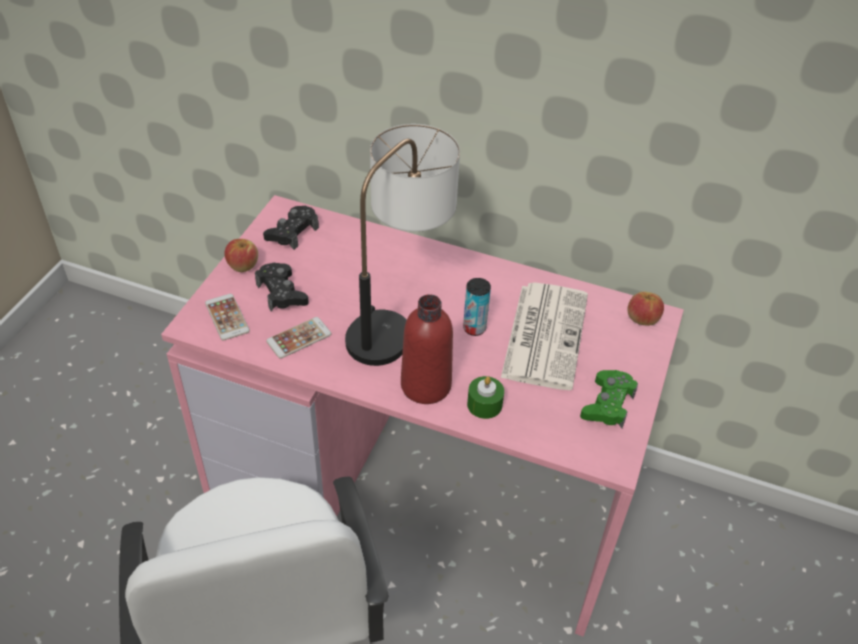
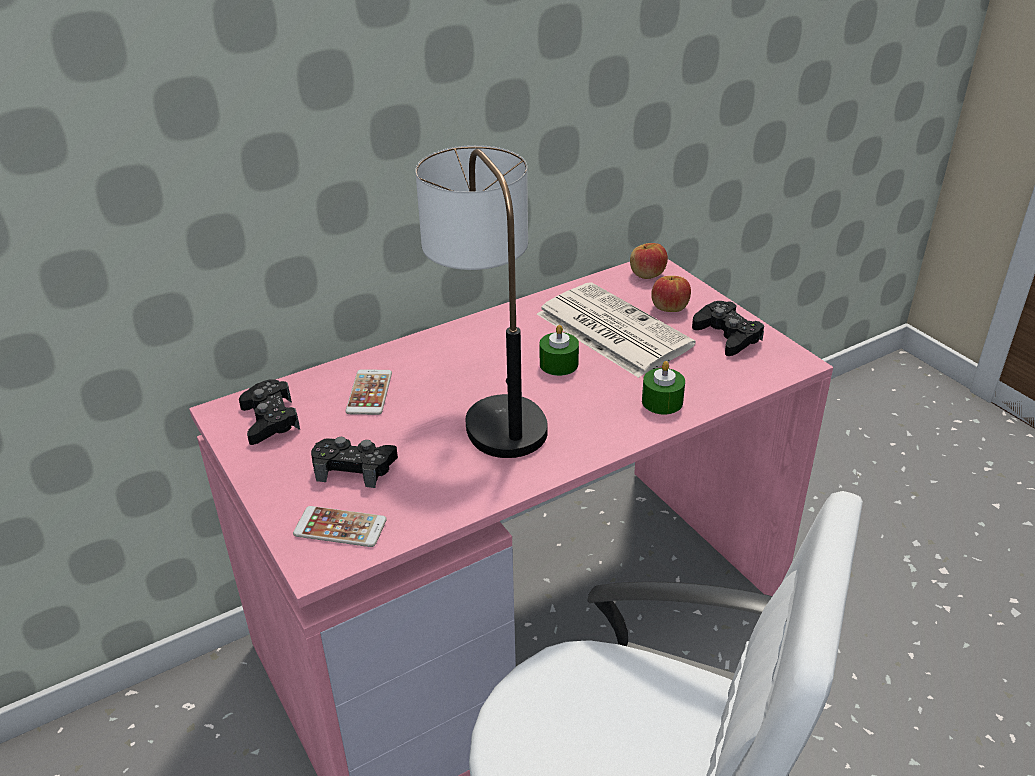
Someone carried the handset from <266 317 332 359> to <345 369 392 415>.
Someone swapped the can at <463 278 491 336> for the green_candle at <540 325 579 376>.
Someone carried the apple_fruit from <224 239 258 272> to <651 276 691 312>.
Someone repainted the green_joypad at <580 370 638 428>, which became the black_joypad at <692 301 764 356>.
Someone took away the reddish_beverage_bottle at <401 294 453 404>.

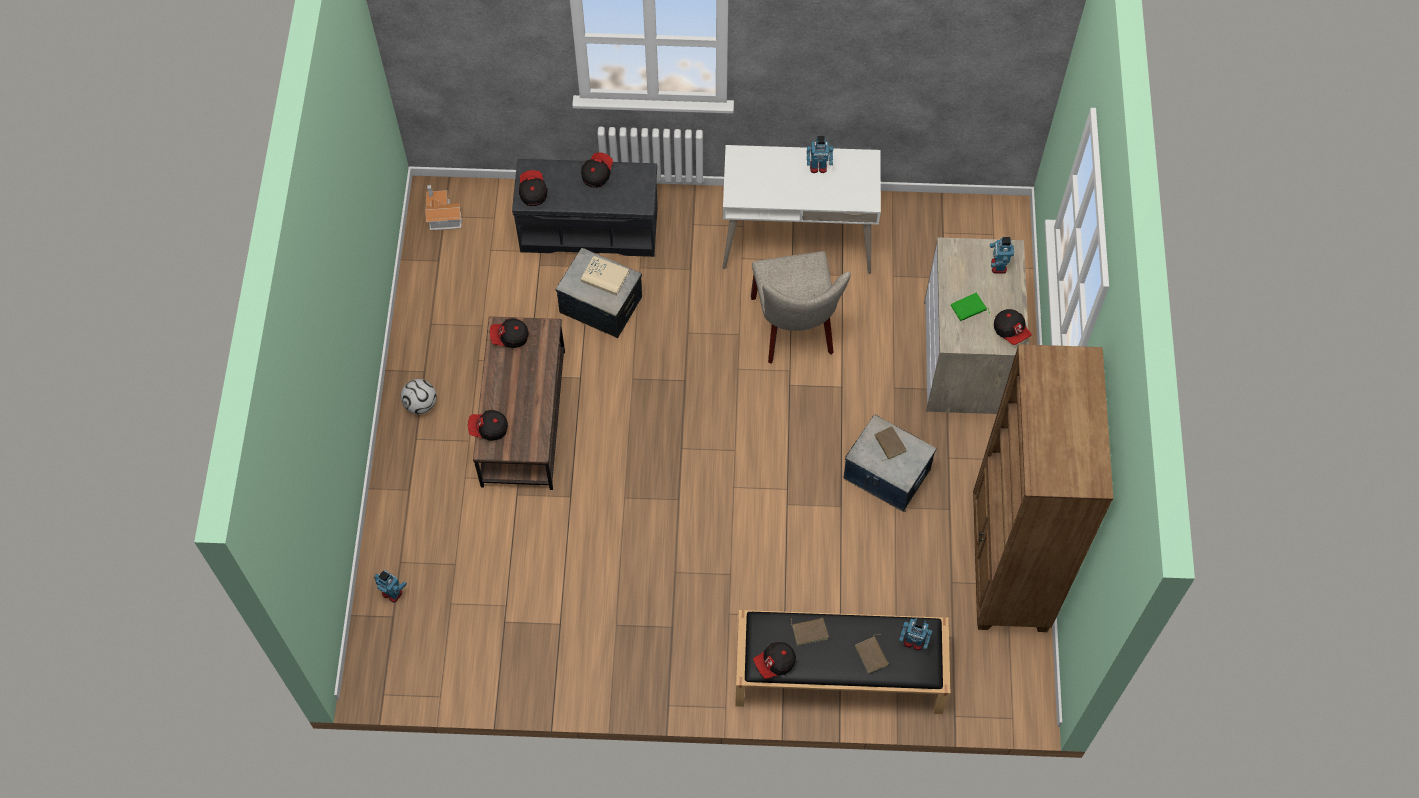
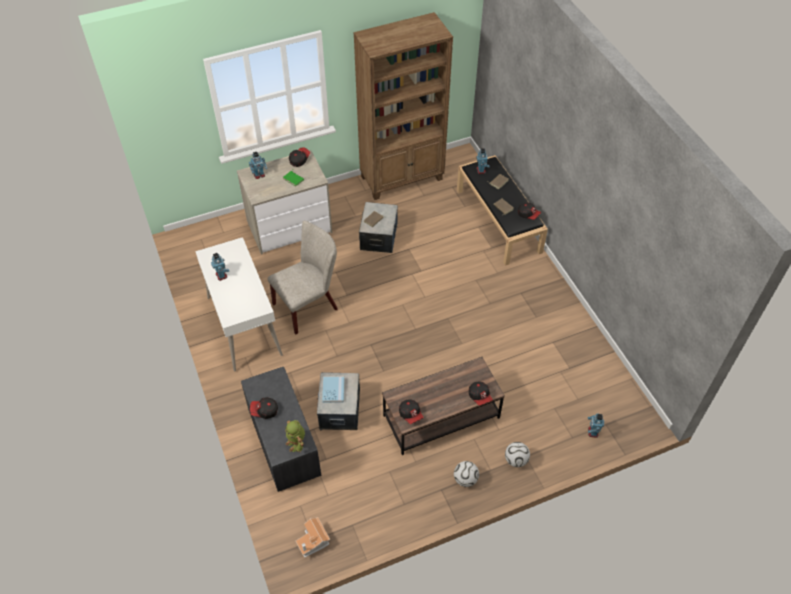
Someone swapped the peaked_cap at <519 170 547 206> for the robot_figure at <285 420 305 453>.
Someone repainted the sand-coloured_bound_book at <581 256 629 296>, which became the blue-coloured_bound_book at <322 377 344 403>.
Someone put down the football at <505 442 530 467>.

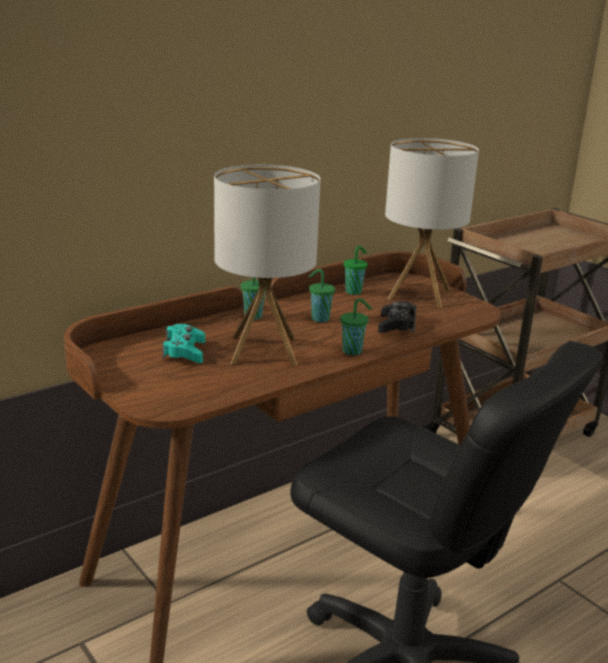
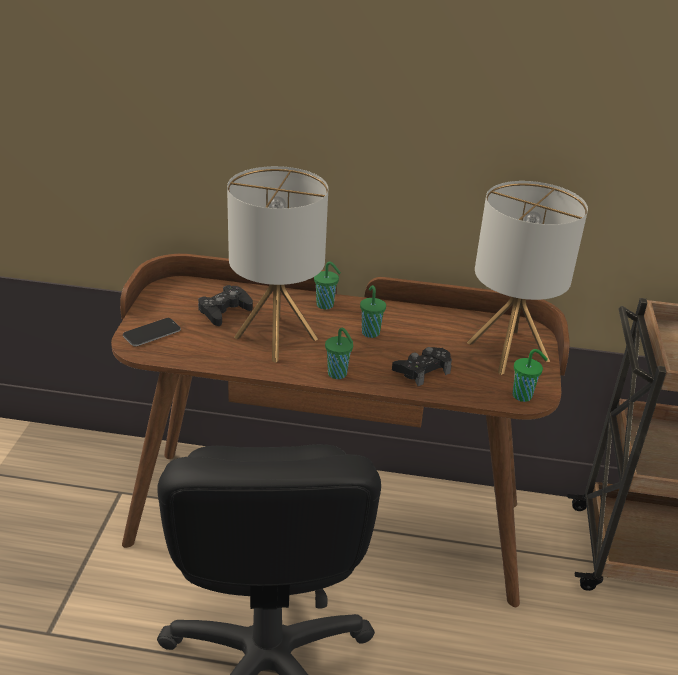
Someone put down the handset at <123 318 181 346>.
Someone repainted the turquoise_joypad at <162 324 205 363>, which became the black_joypad at <198 285 253 326>.
Someone carried the green_small_cup from <344 246 367 295> to <513 349 548 402>.

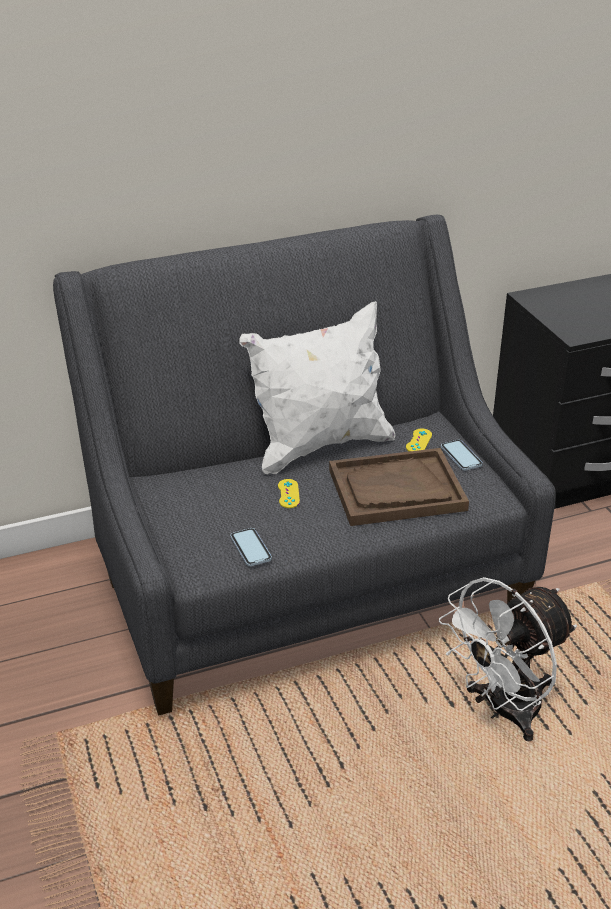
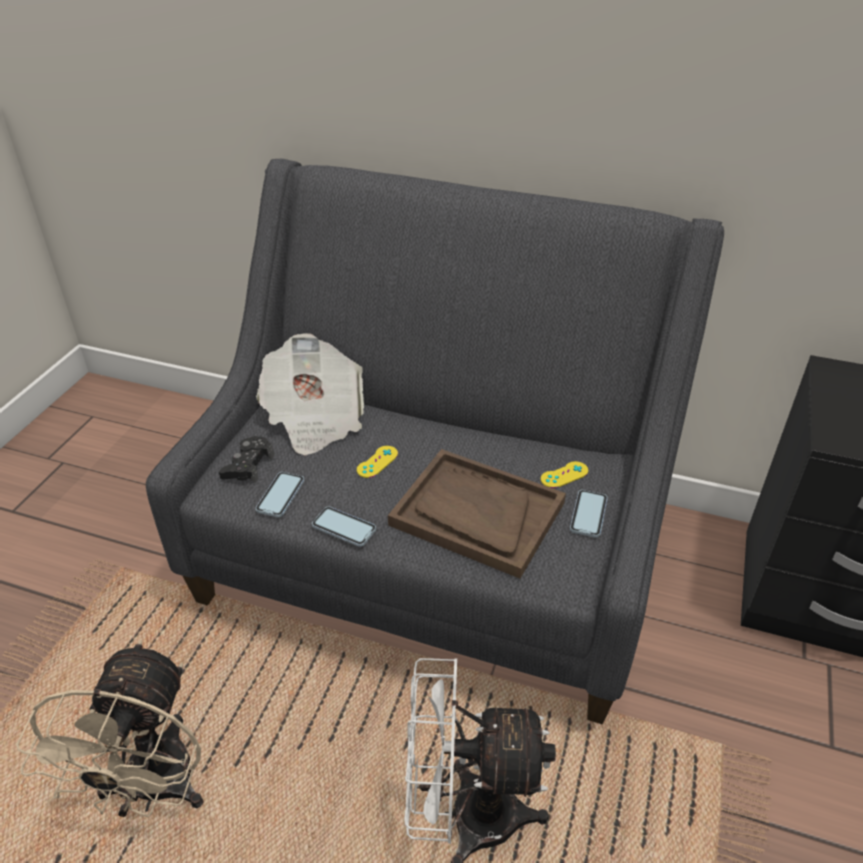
Someone put down the sand-coloured_cooling_fan at <16 640 204 817>.
Someone put down the black_joypad at <219 436 274 483>.
Someone put down the newspaper at <256 333 364 455>.
Someone put down the handset at <312 507 376 547>.
Someone took away the whitish_cushion at <239 301 395 474>.

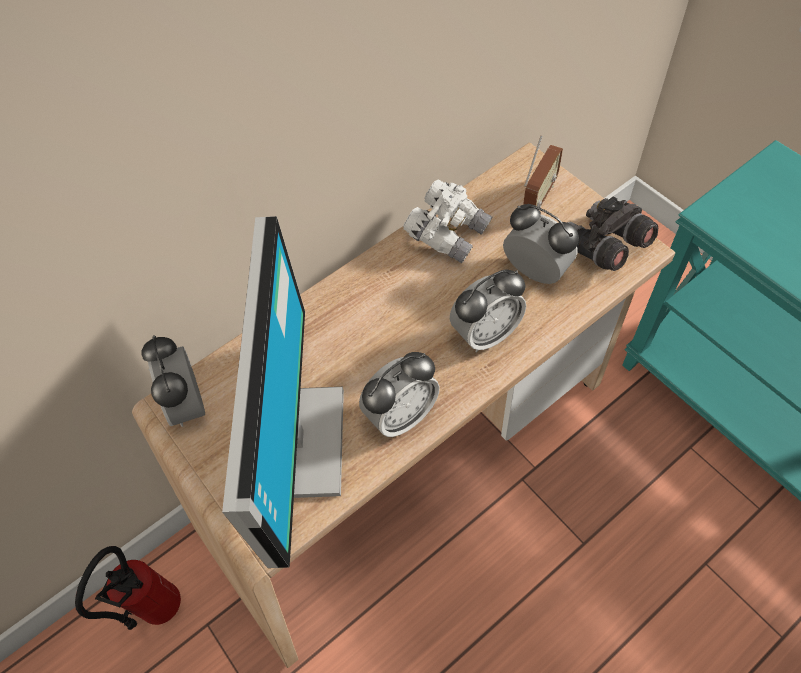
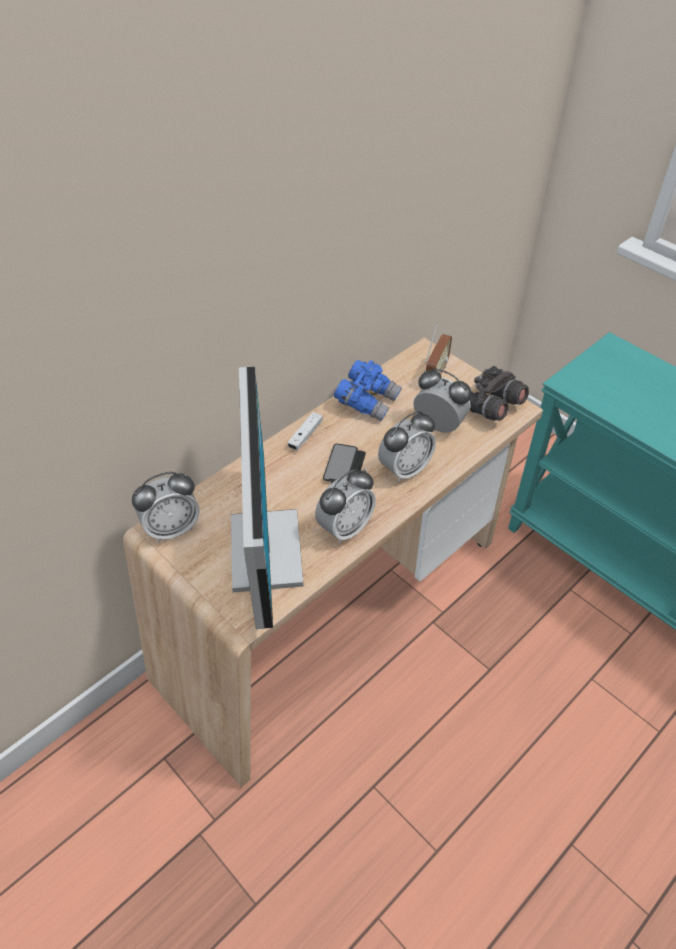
Someone rotated the table_clock at <141 335 205 427> by 90 degrees counterclockwise.
Someone put down the whitish_joypad at <287 412 323 450>.
Someone put down the handset at <323 443 366 484>.
Someone repainted the whitish_pair_of_binoculars at <403 180 492 263>, which became the blue-coloured_pair_of_binoculars at <334 360 402 421>.
Someone took away the fire-fighting_cylinder at <75 546 181 630>.

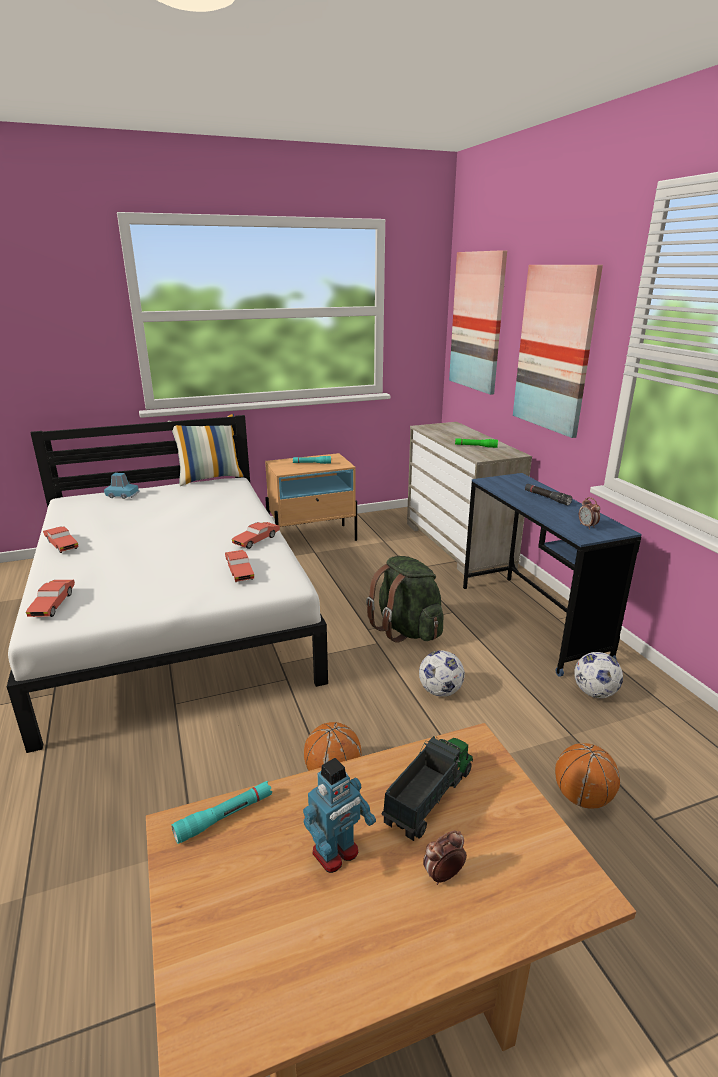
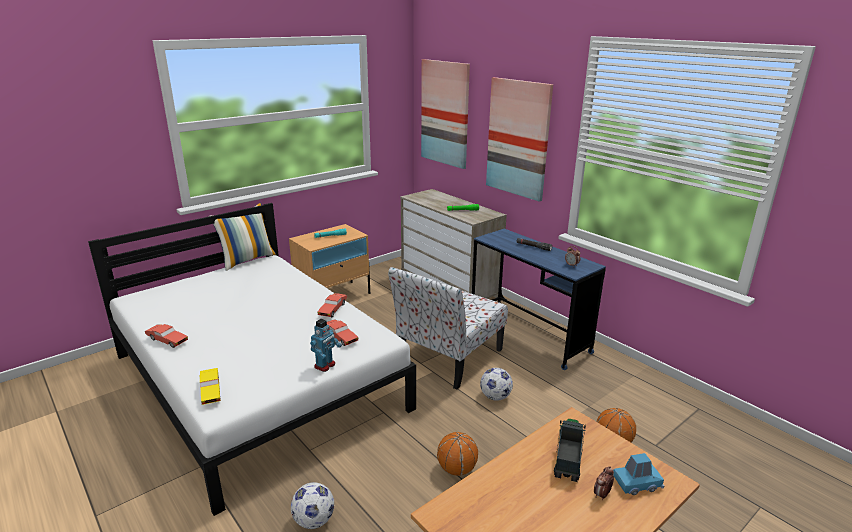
Someone repainted the reddish_toy_car at <26 580 75 617>, which became the yellowish_toy_car at <200 368 221 405>.
Someone carried the football from <574 652 623 698> to <291 482 334 529>.
Someone carried the robot_figure from <303 758 376 873> to <310 319 342 372>.
Someone swapped the green_knapsack at <366 556 443 643> for the chair at <388 267 508 390>.
Someone carried the blue-coloured_toy_car from <104 473 140 499> to <613 453 664 495>.
Someone took away the turquoise_torch at <171 781 272 844>.

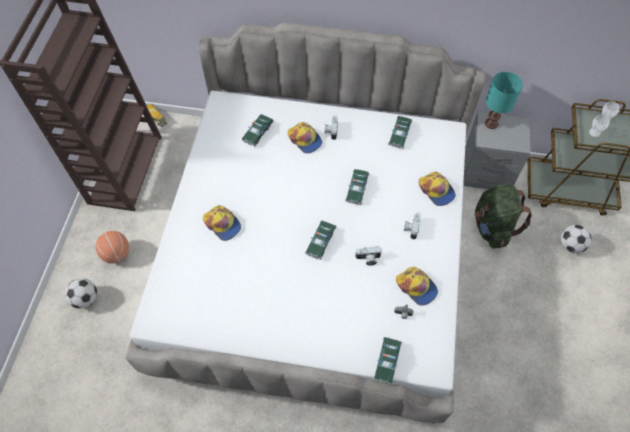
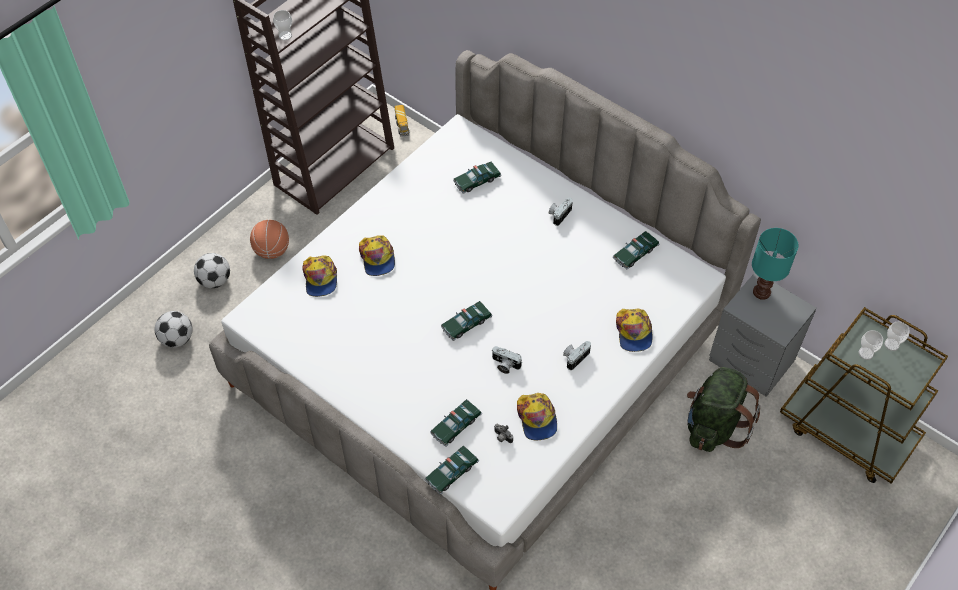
Someone carried the football from <560 225 592 253> to <154 311 193 348>.
Someone put down the small_cup at <273 10 292 40>.
Someone carried the peaked_cap from <288 122 322 154> to <302 255 337 297>.
Someone carried the toy_car from <345 169 370 205> to <430 399 482 447>.

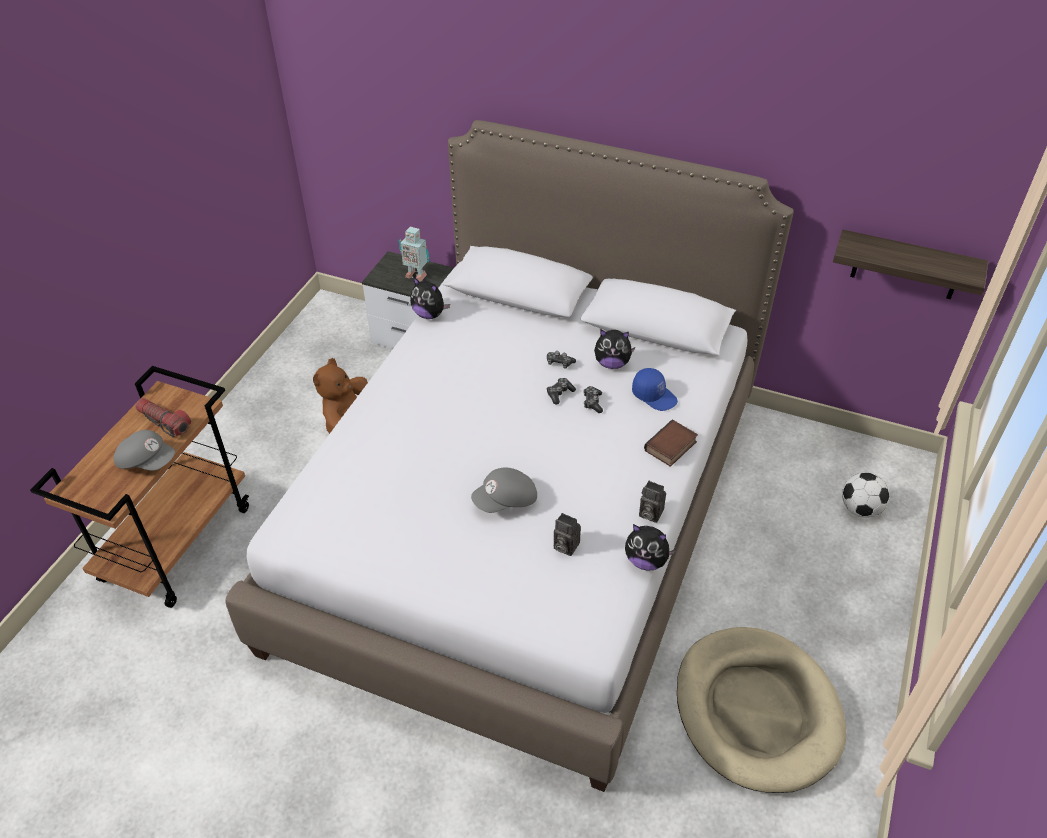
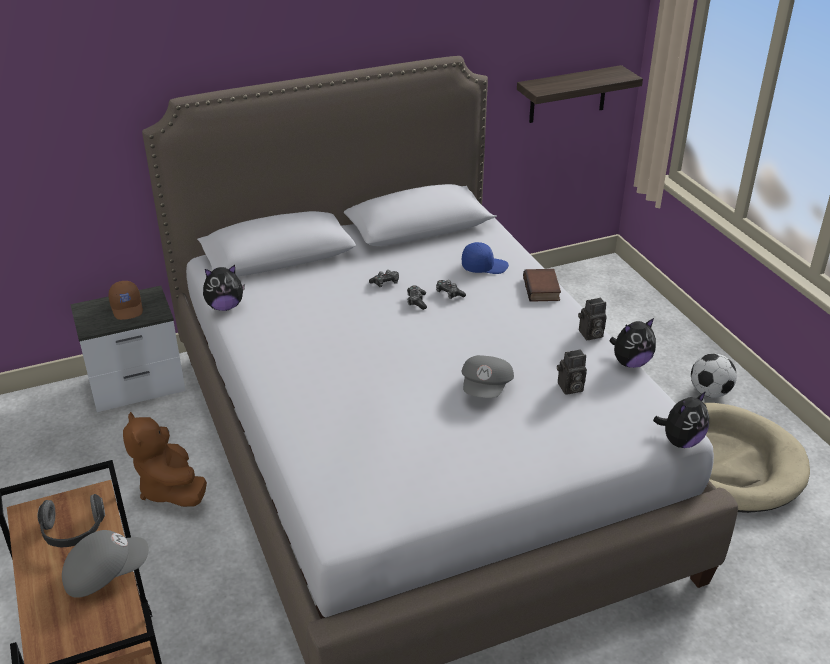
Someone swapped the torch at <135 398 191 438> for the pair_of_headphones at <38 494 105 547>.
Someone swapped the robot_figure at <399 227 429 282> for the brown-coloured_peaked_cap at <108 281 143 320>.
Someone carried the cuddly_toy from <594 330 635 369> to <653 391 709 448>.
Someone carried the football from <842 472 890 518> to <691 353 737 398>.

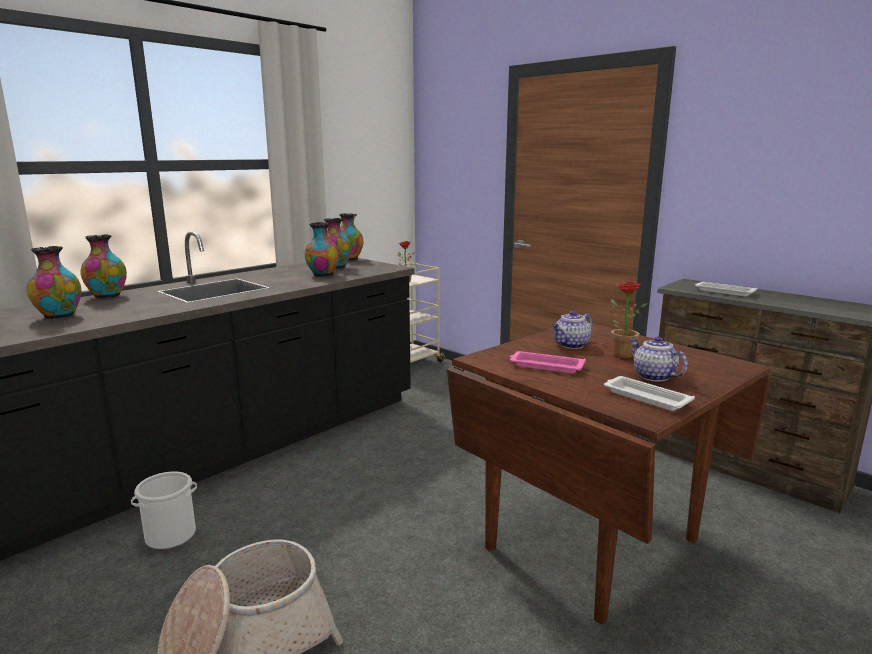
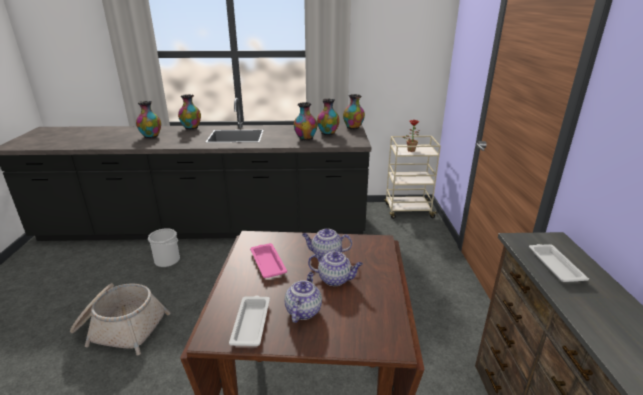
Someone swapped the potted_plant at <611 282 647 358> for the tea_pot at <308 251 363 286>.

